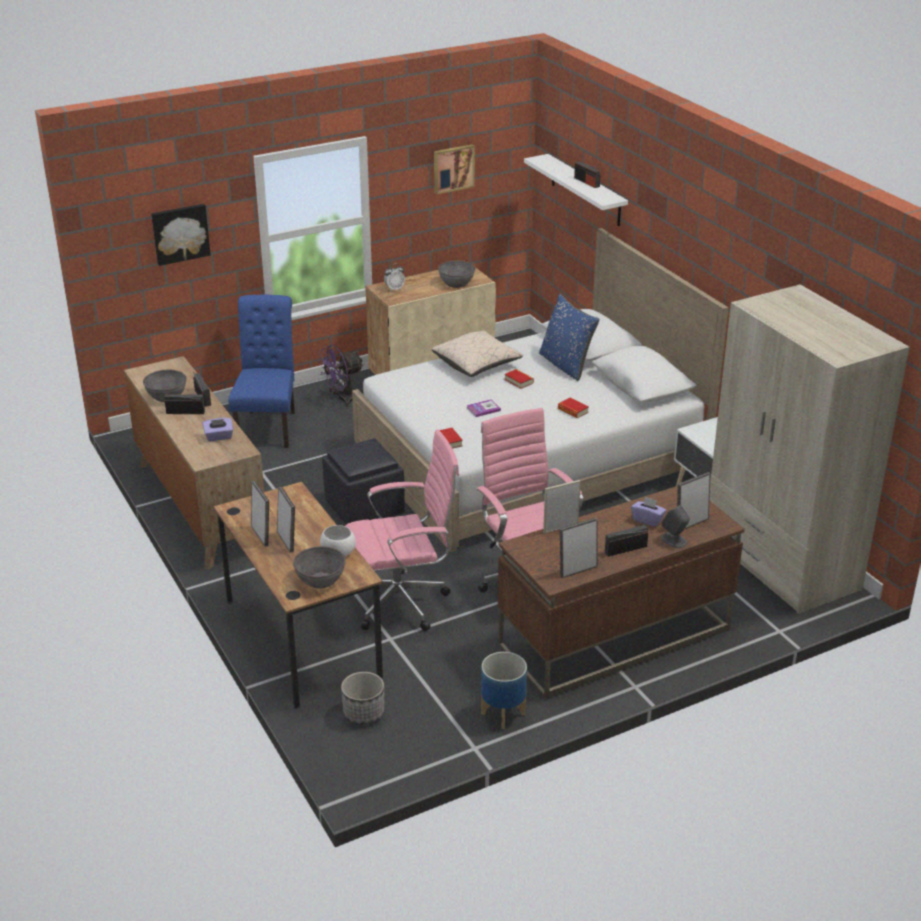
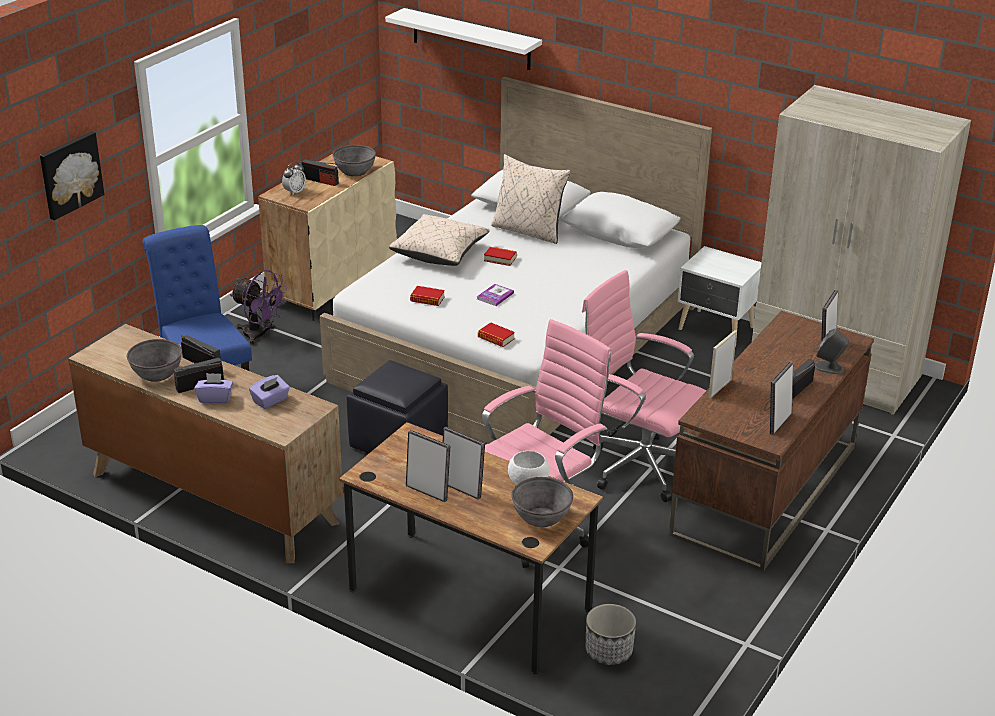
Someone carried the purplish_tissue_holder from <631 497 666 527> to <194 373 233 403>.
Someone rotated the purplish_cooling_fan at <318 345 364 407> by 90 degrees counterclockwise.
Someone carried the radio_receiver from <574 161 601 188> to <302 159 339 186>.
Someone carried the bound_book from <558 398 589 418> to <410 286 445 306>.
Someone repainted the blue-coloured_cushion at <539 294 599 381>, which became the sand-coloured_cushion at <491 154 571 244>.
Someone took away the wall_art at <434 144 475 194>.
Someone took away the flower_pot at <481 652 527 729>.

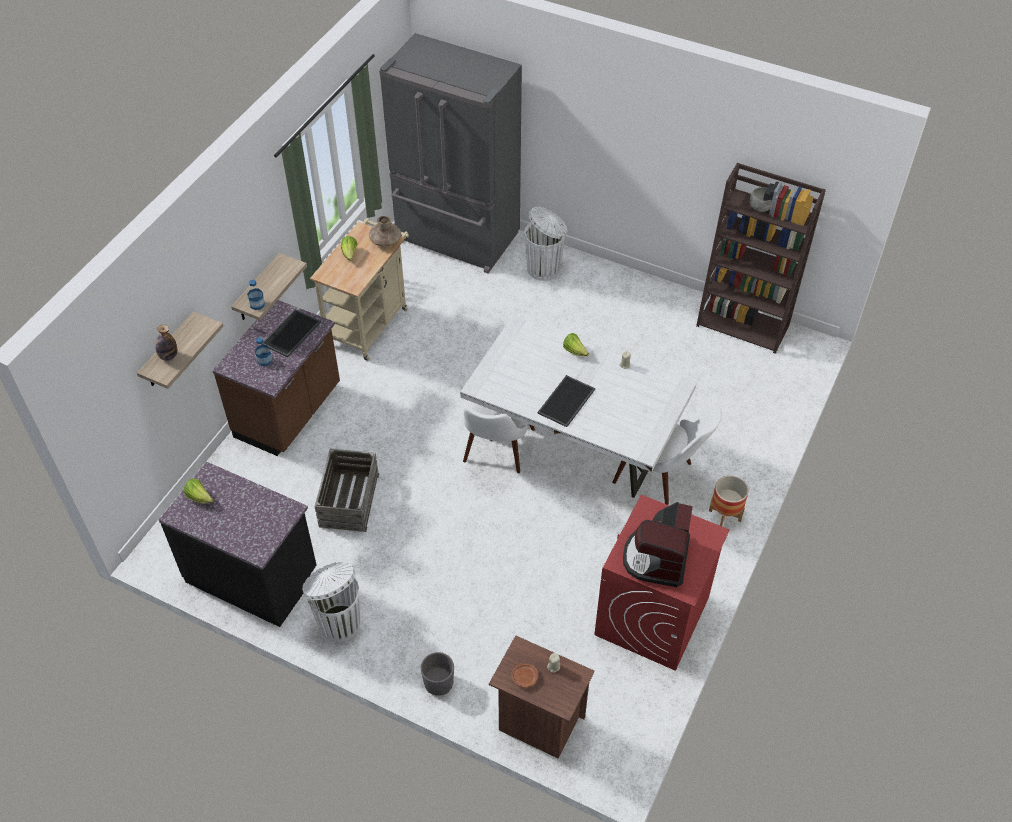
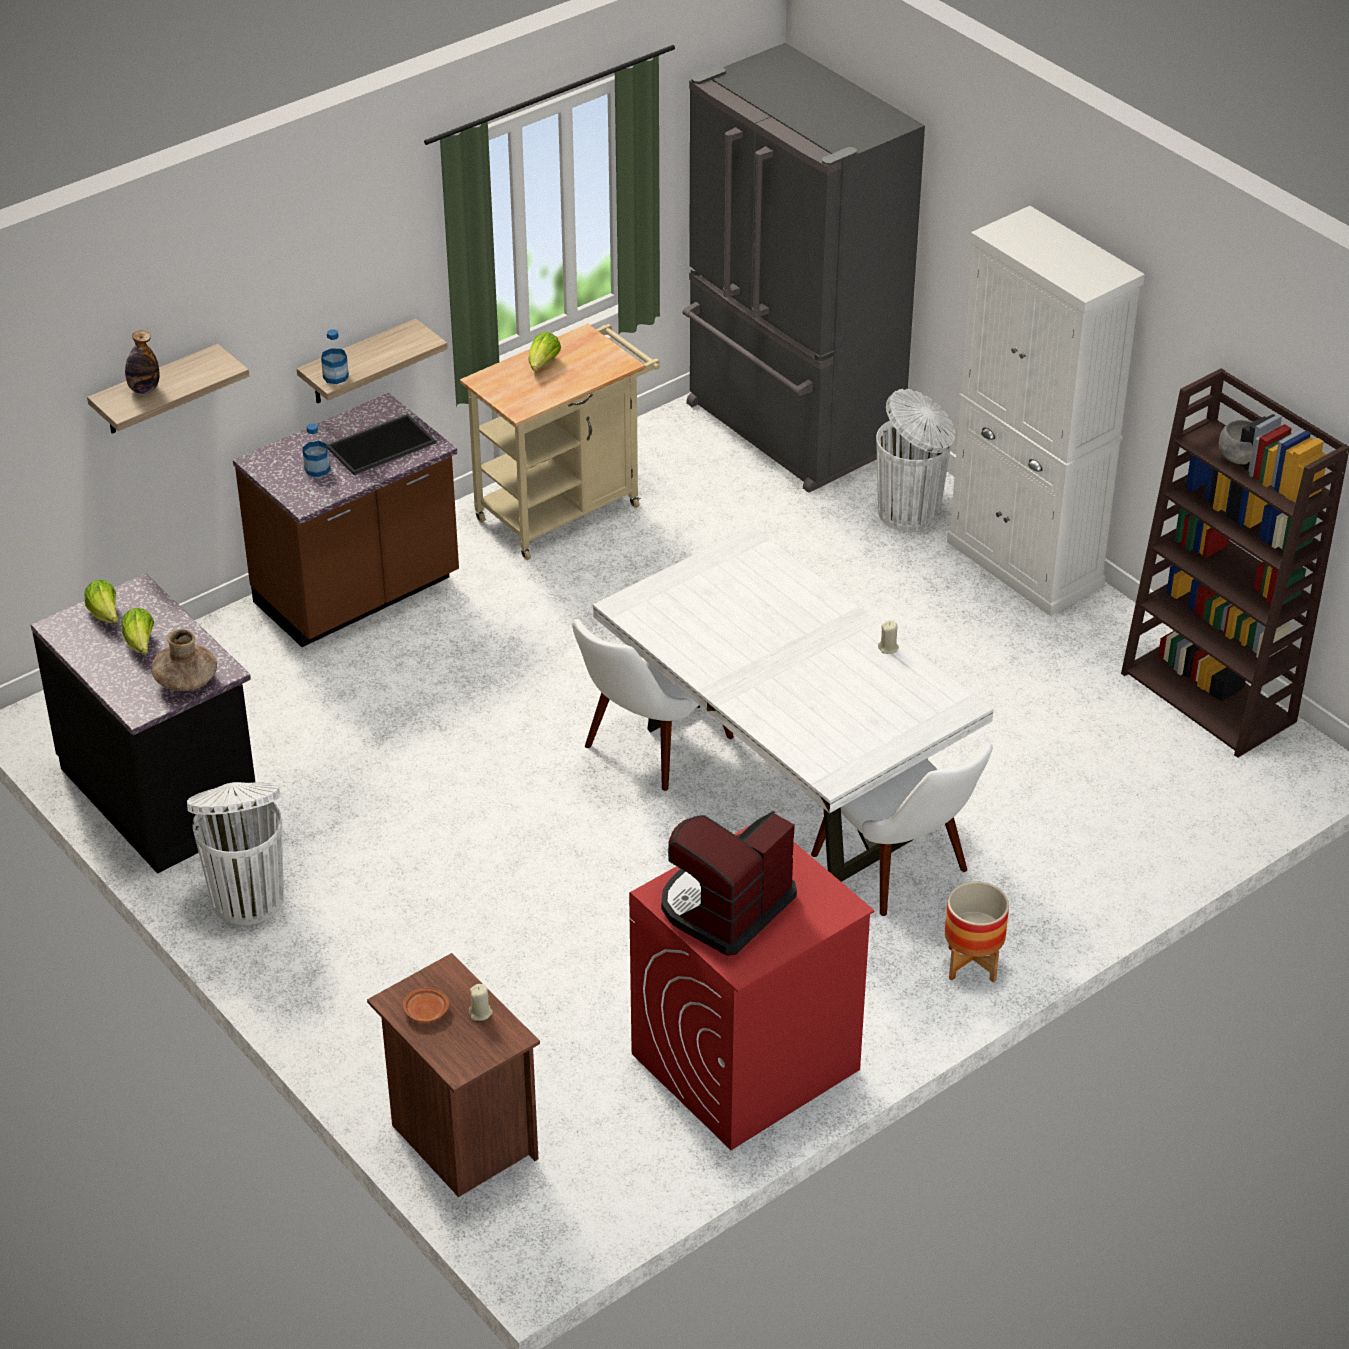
Someone carried the lettuce_head from <563 333 589 356> to <122 608 154 654>.
Someone carried the brown-coloured_vase from <369 216 401 247> to <151 629 217 691>.
Someone put down the whitish_cabinet at <947 206 1145 616>.
Someone took away the shipping_crate at <315 449 379 532>.
Someone took away the grey_flower_pot at <421 652 454 696>.
Someone took away the tray at <537 375 595 427>.

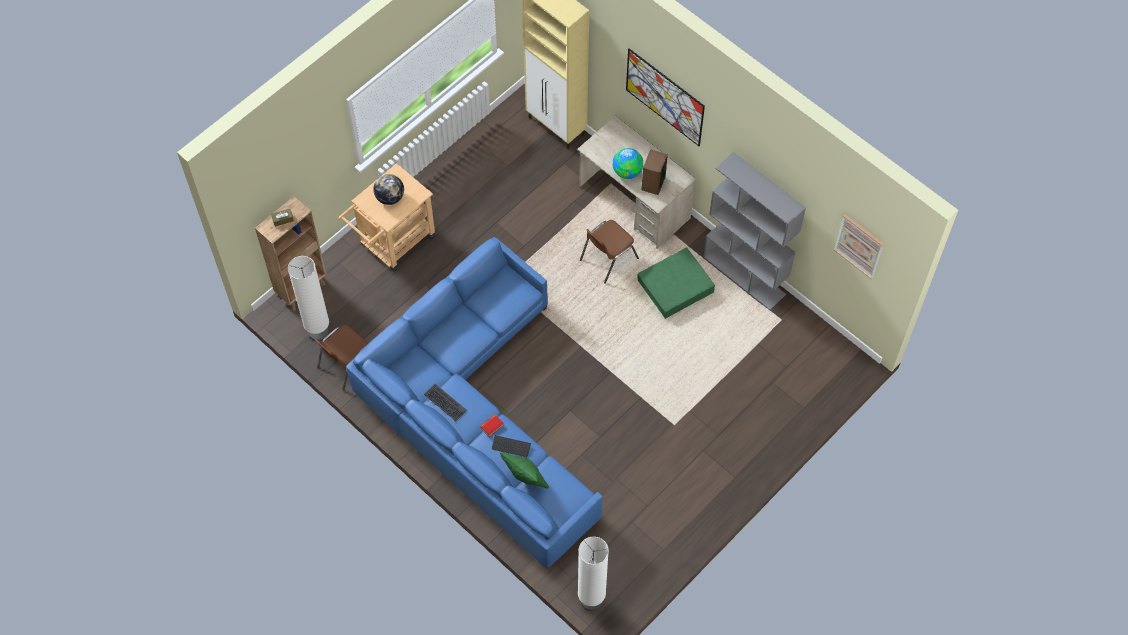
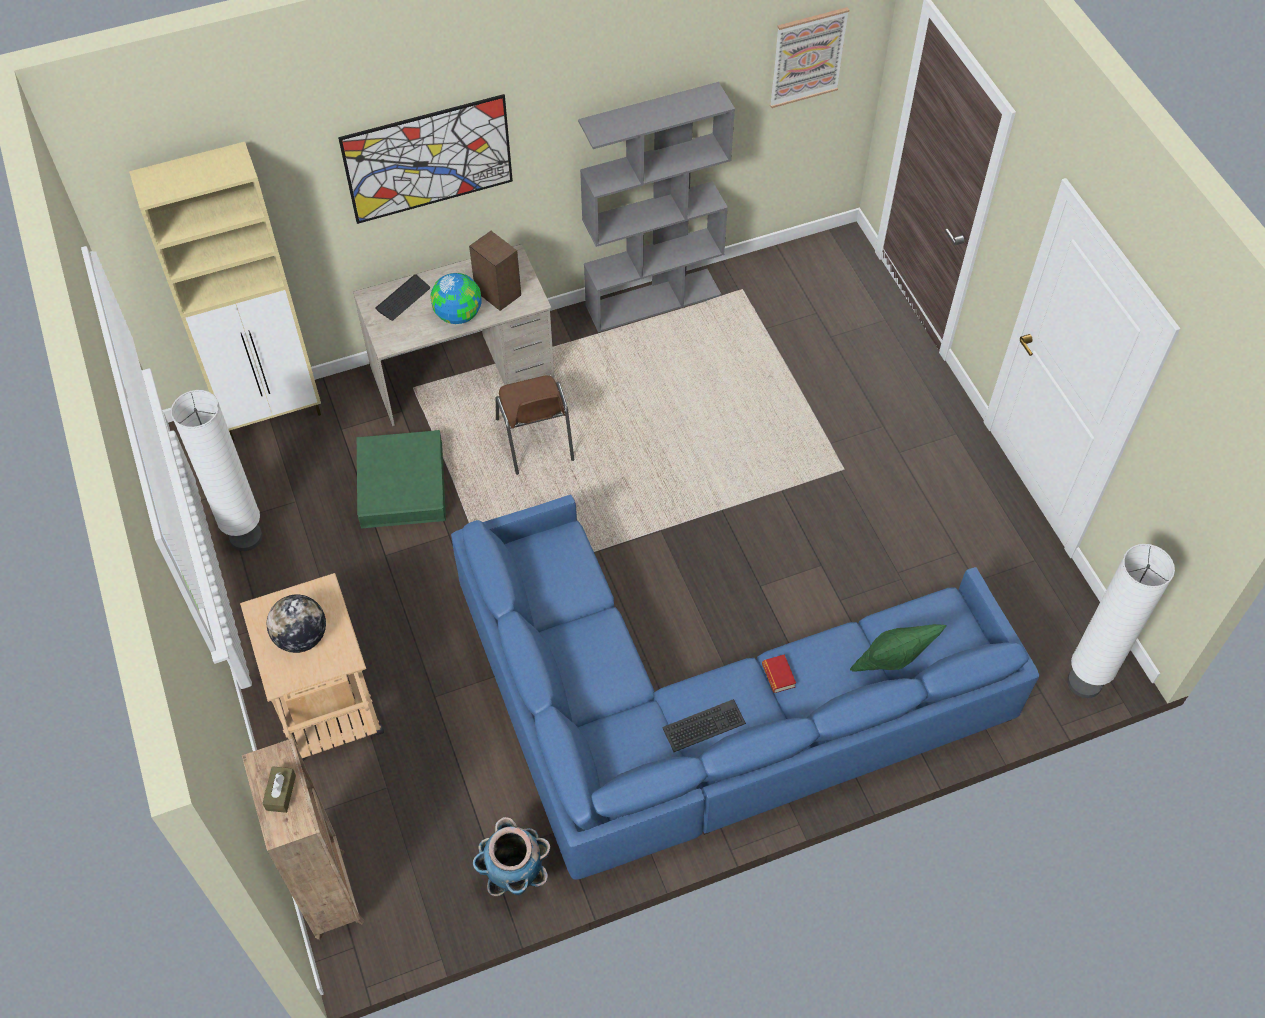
Someone carried the whitish_standing_lamp from <288 256 329 341> to <171 390 263 551>.
Someone carried the green_storage_container from <638 247 715 319> to <357 430 446 528>.
Someone carried the PC_keyboard from <492 435 531 457> to <376 274 430 321>.
Someone swapped the brown-coloured_chair at <315 325 368 391> for the flower_pot at <473 817 551 896>.

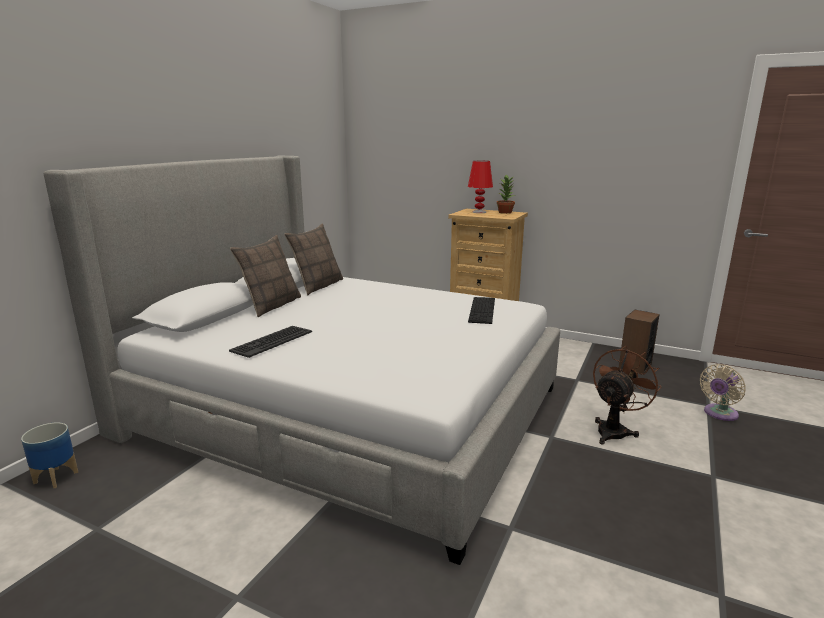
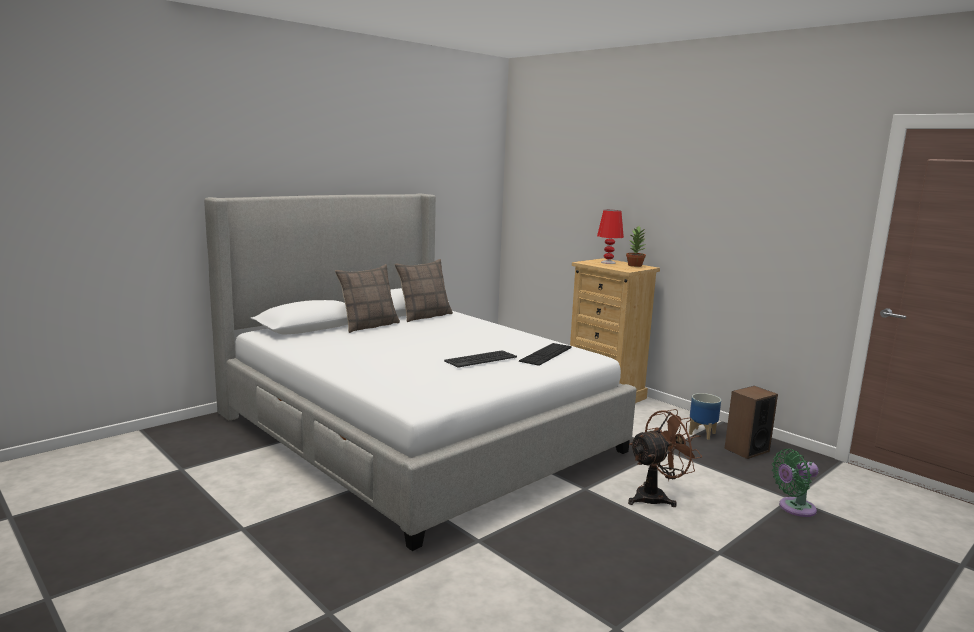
Someone carried the PC_keyboard from <229 326 312 358> to <444 350 517 368>.
Someone carried the flower_pot from <21 422 78 488> to <689 393 721 440>.
Someone repainted the sand-coloured_cooling_fan at <700 364 746 421>, which became the green_cooling_fan at <772 449 819 517>.

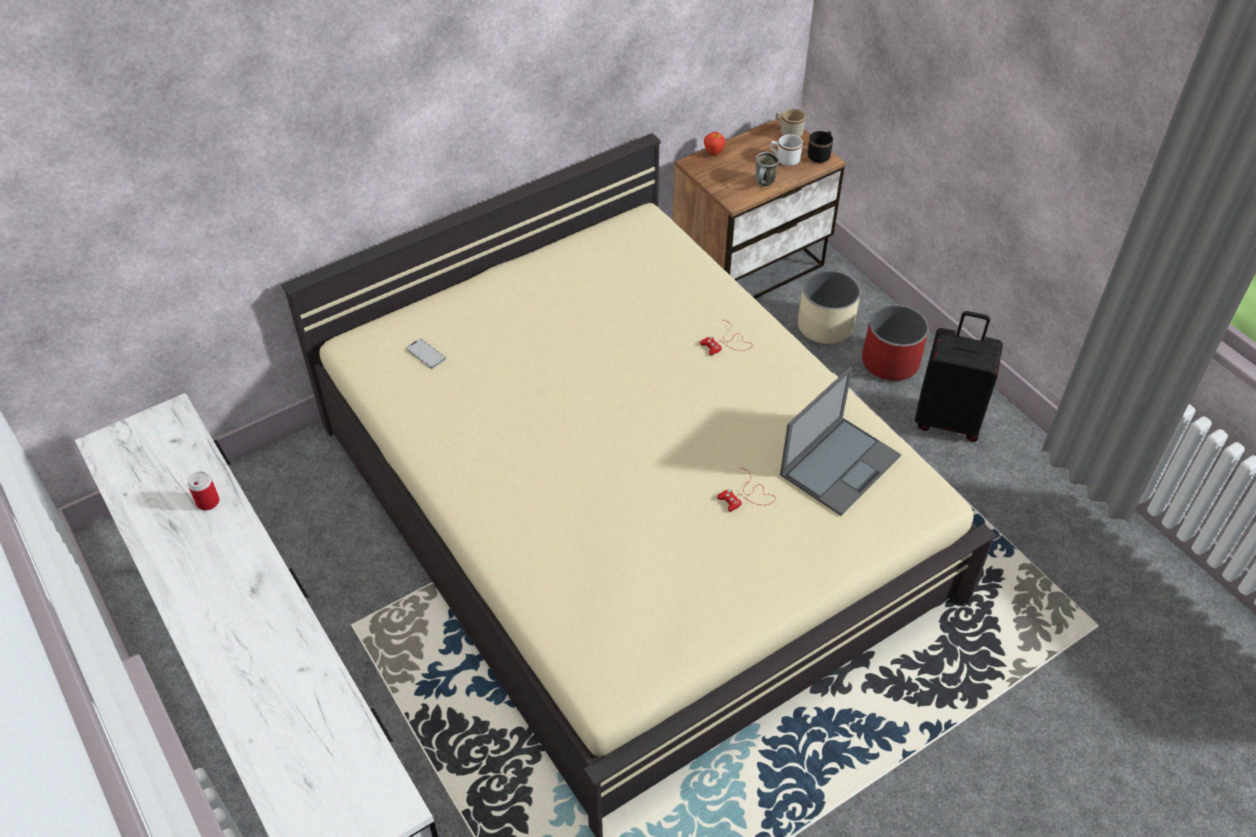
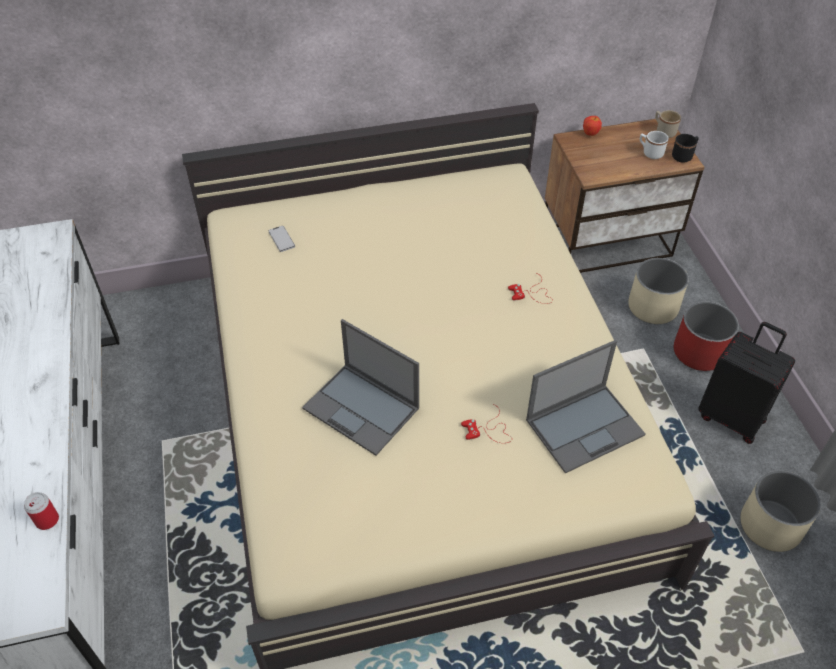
Someone carried the can from <188 471 220 511> to <24 492 59 530>.
Someone put down the laptop at <302 319 419 456>.
Someone put down the sand-coloured_flower_pot at <740 471 821 552>.
Someone took away the mug at <755 152 779 186>.

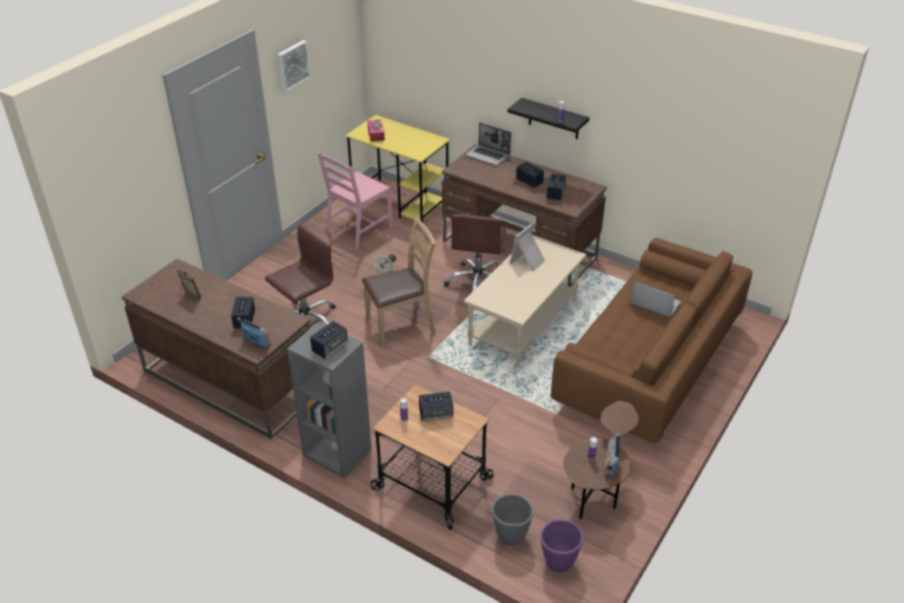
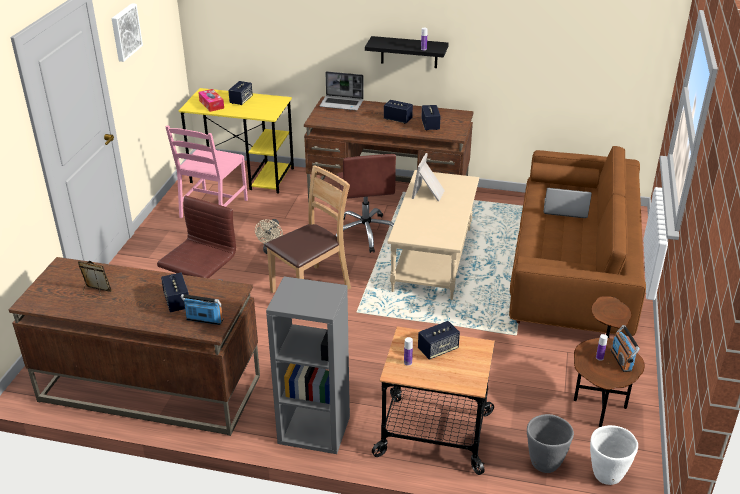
Someone carried the speaker from <310 321 348 359> to <228 81 253 105>.
Someone repainted the purplish_flower_pot at <540 519 583 572>, which became the whitish_flower_pot at <590 425 638 485>.

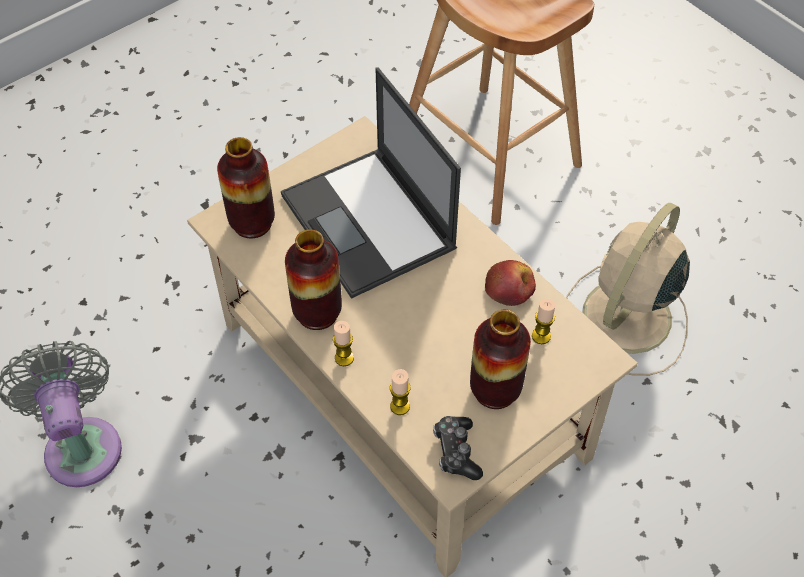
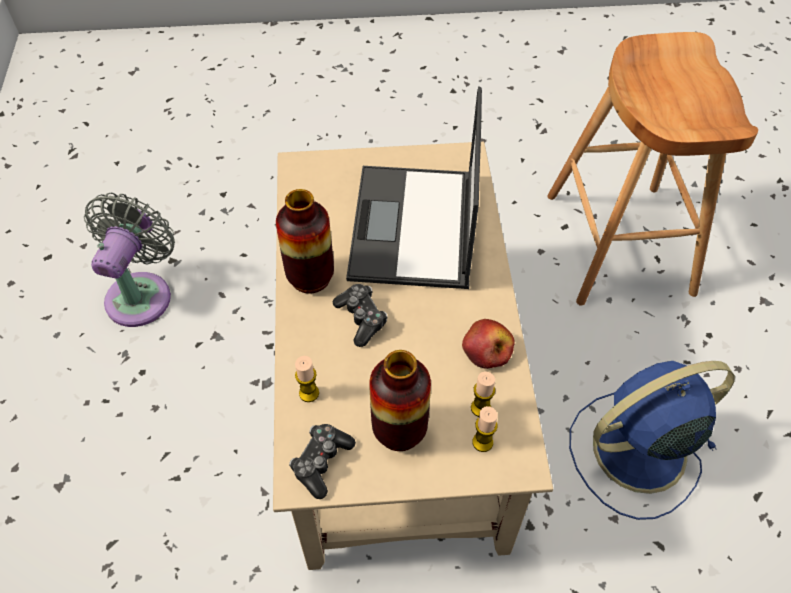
Someone put down the joypad at <332 284 388 347>.
Someone carried the candle from <333 321 354 366> to <472 406 498 452>.
Someone repainted the sand-coloured_cooling_fan at <566 203 690 376>, which became the blue-coloured_cooling_fan at <569 361 735 520>.
Someone took away the vase at <217 137 275 238>.

